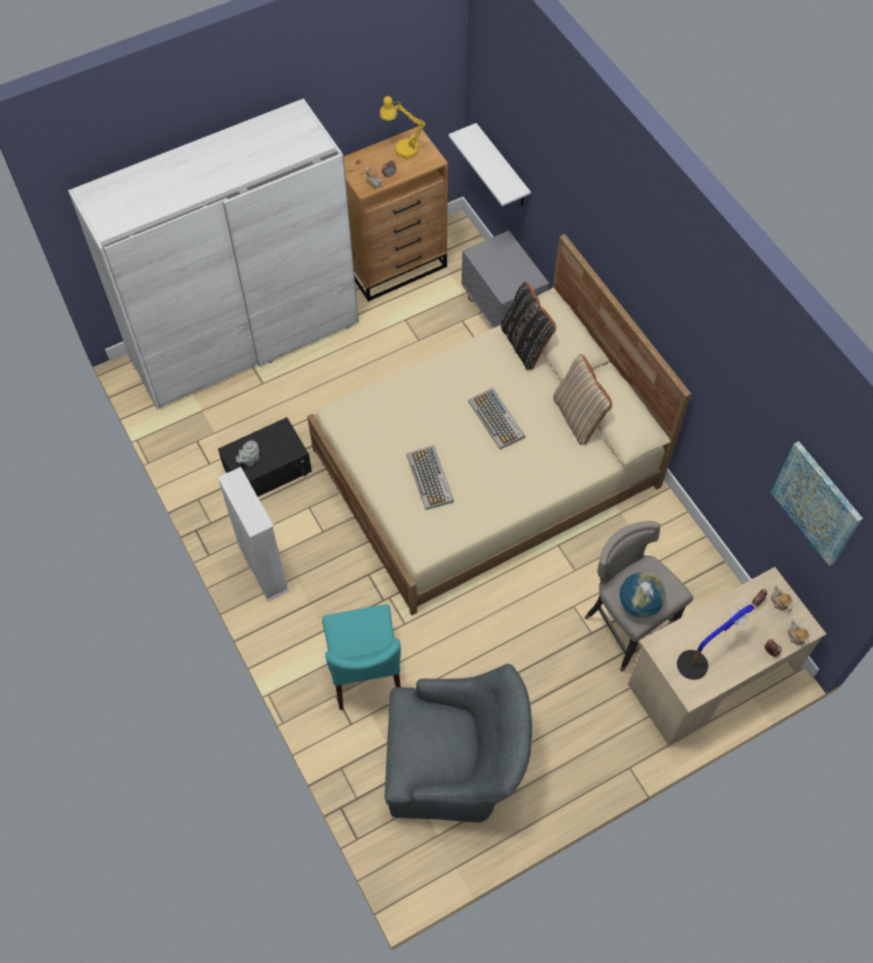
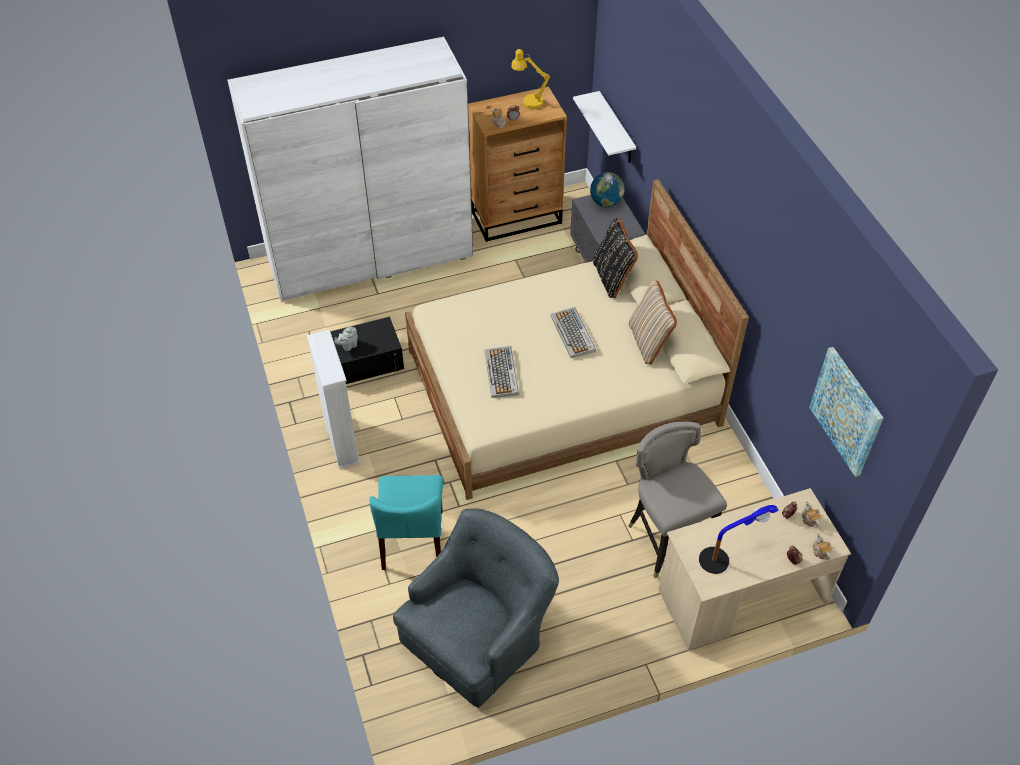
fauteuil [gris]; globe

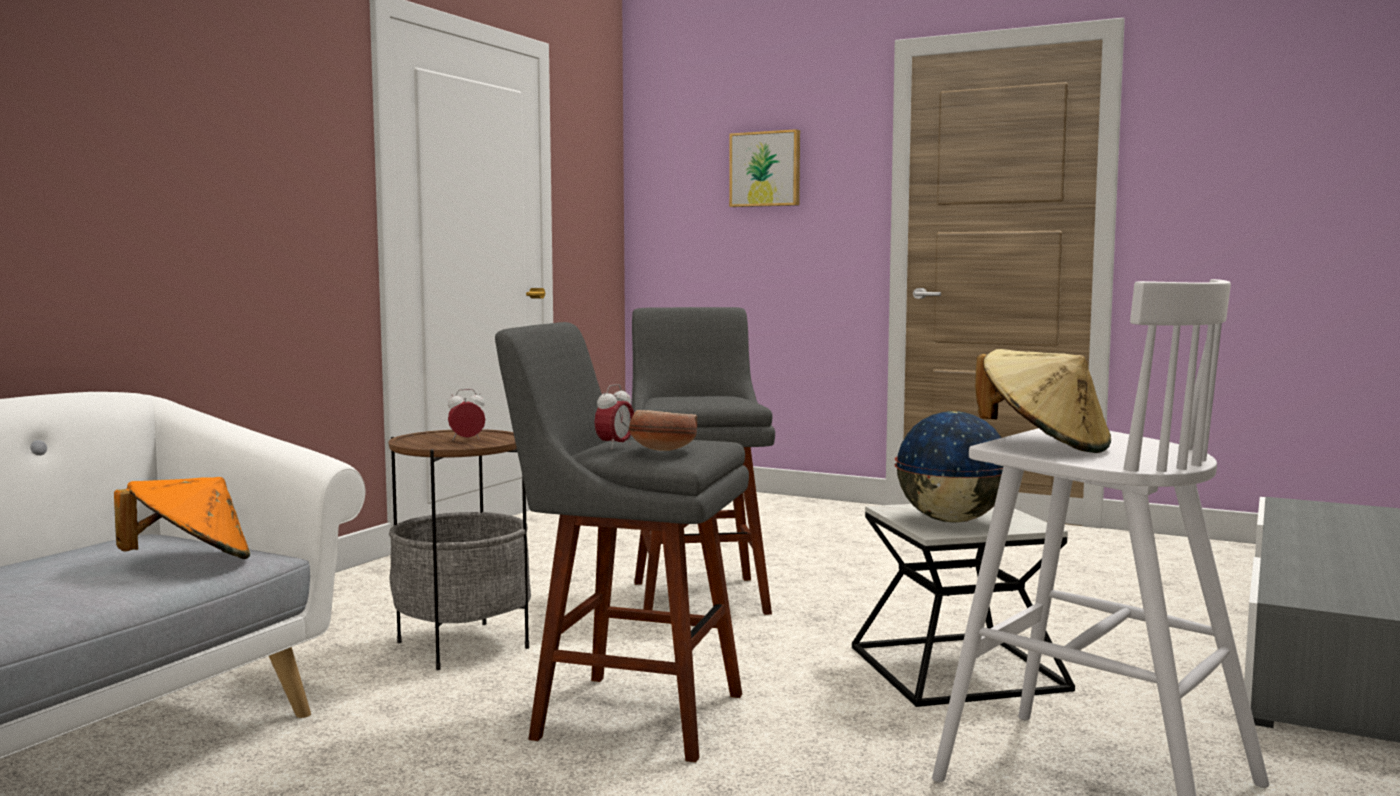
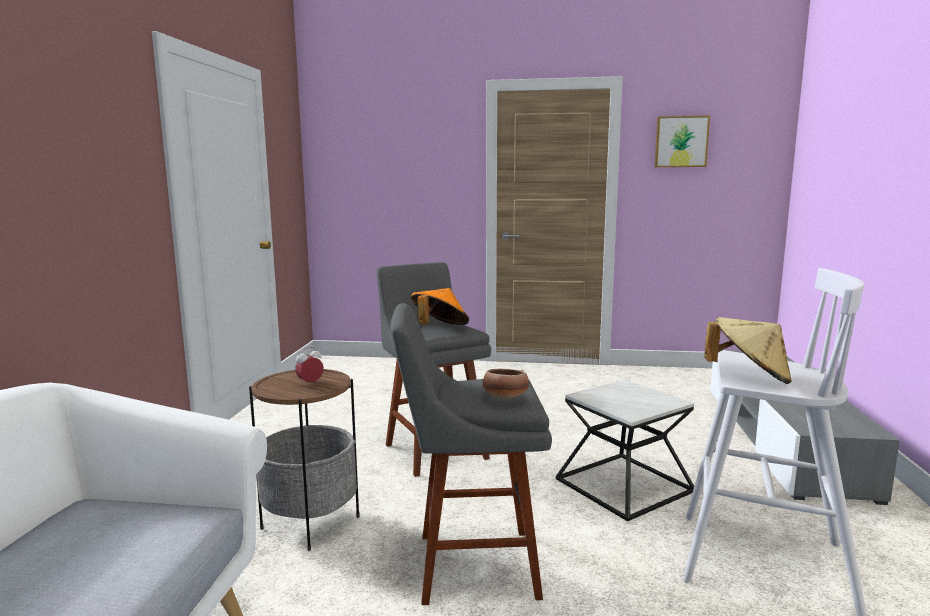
chapeau [orange]; réveil (2nd from left in the first image); tableau; globe

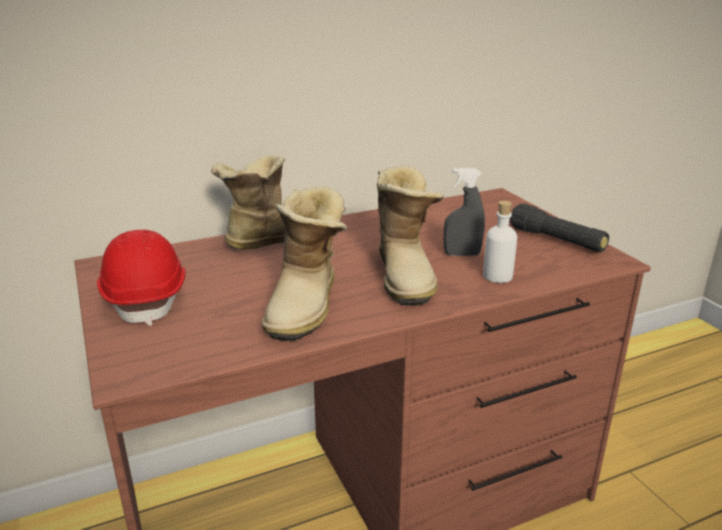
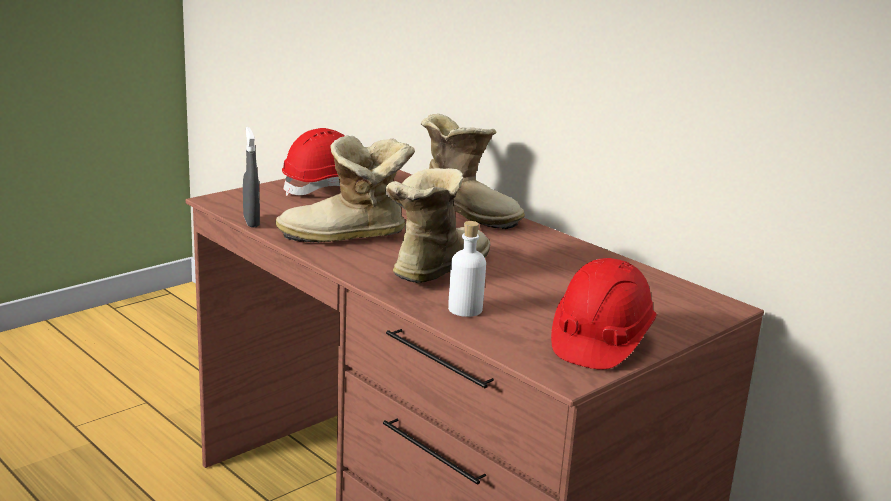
botte (2nd from left); vaporisateur [gris]; casque de chantier [rouge] (2nd from left)

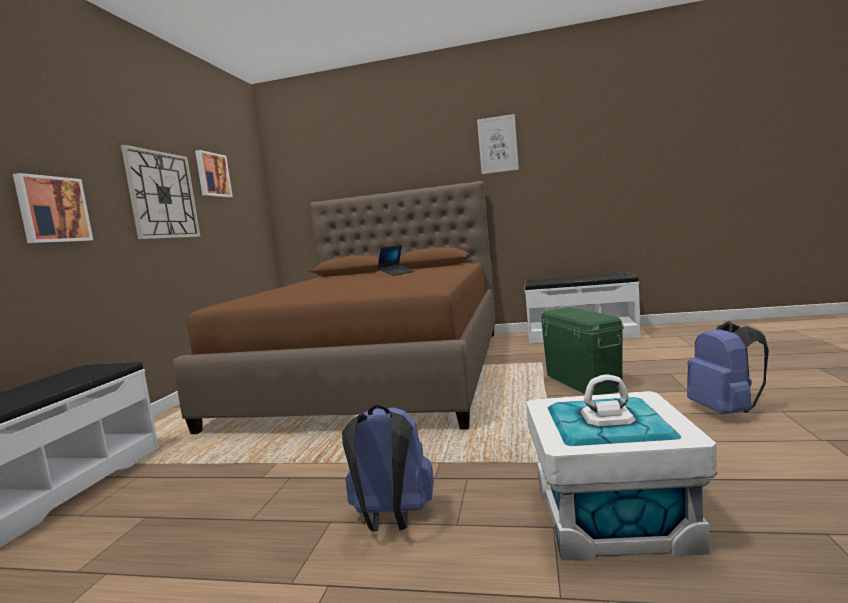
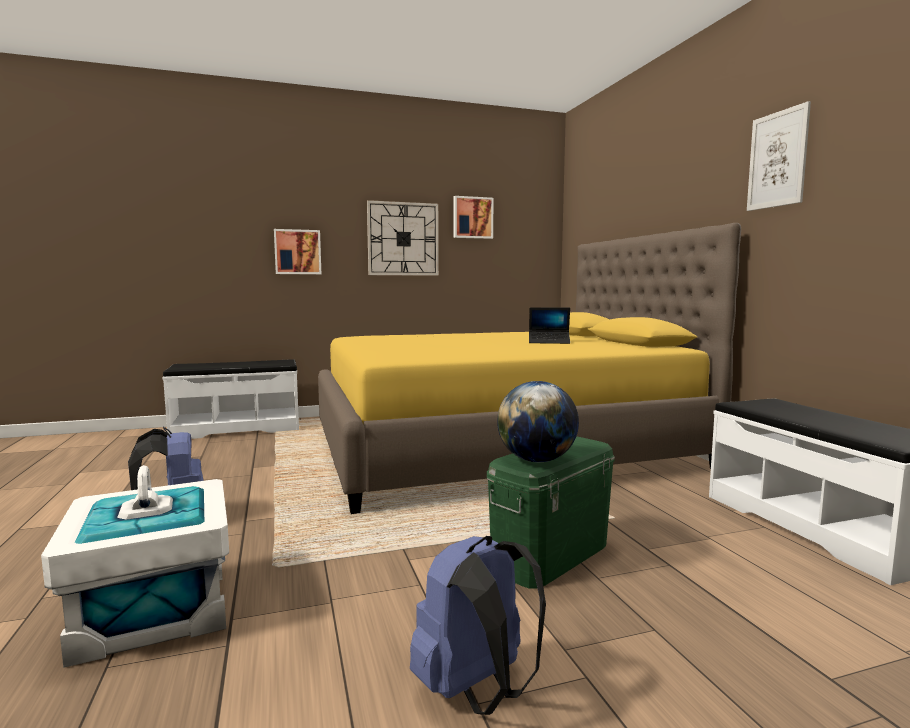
lit [jaune]; globe

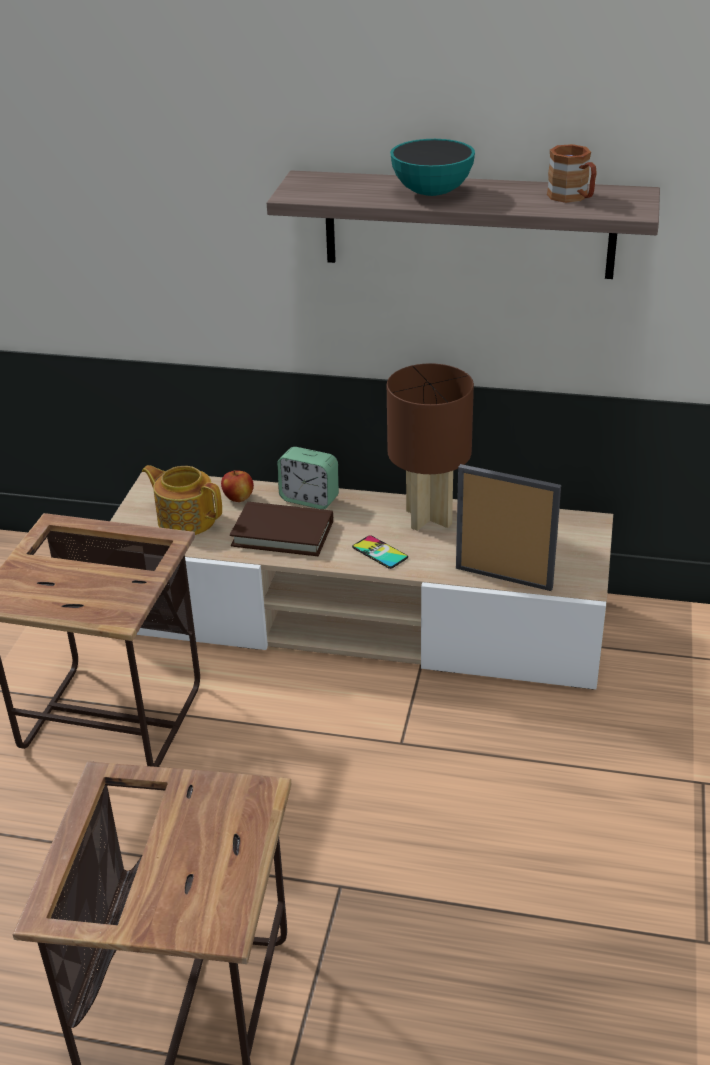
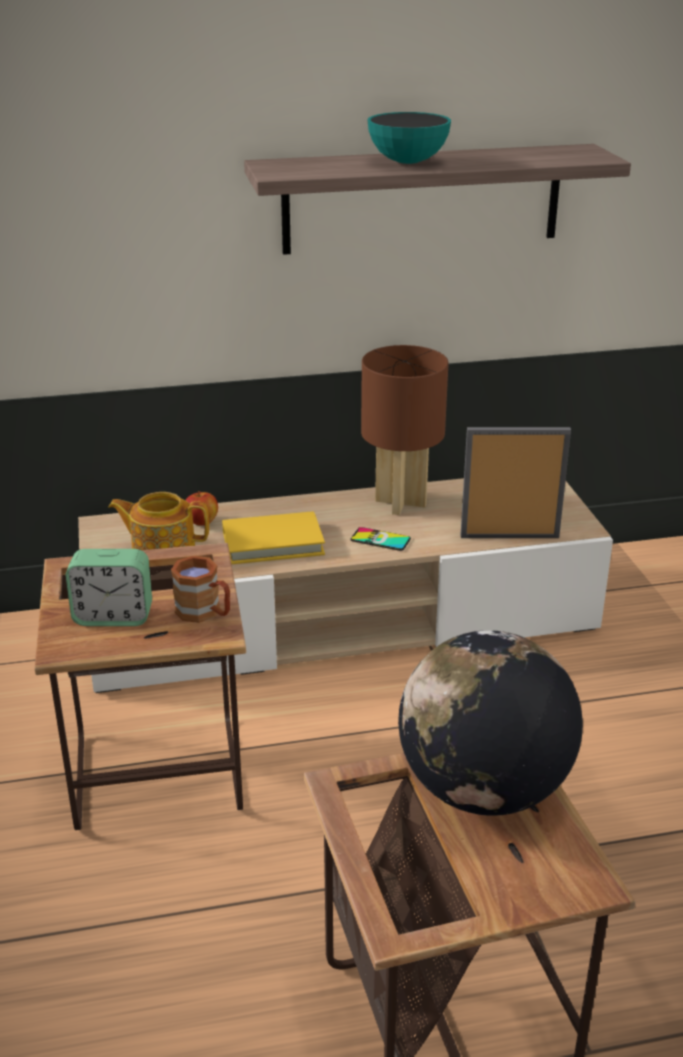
livre [jaune]; réveil; mug [marron]; globe

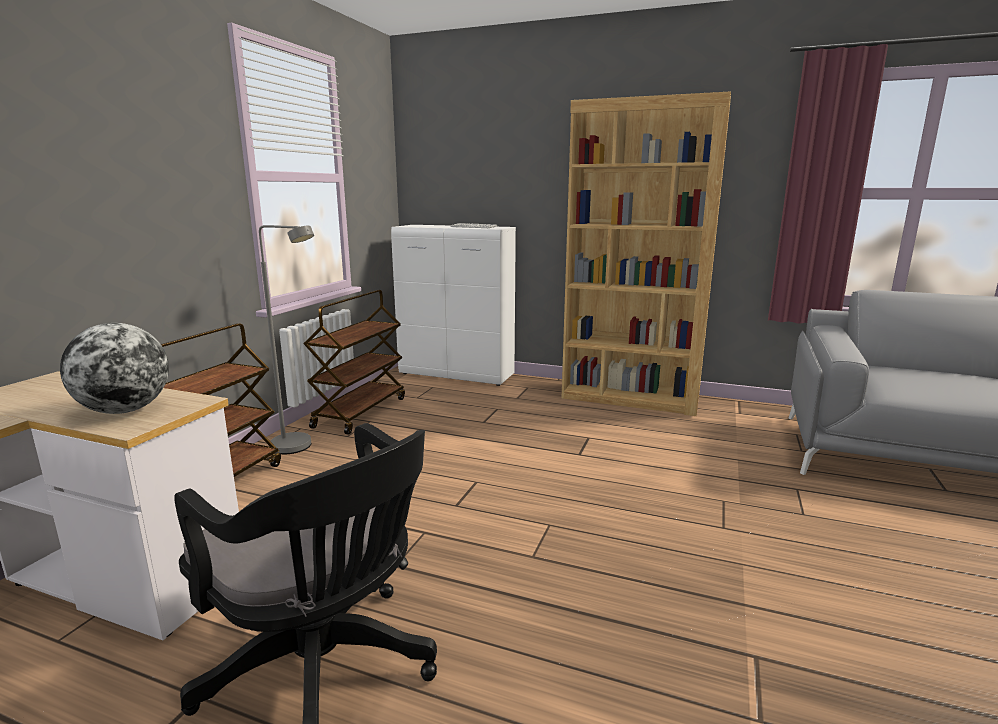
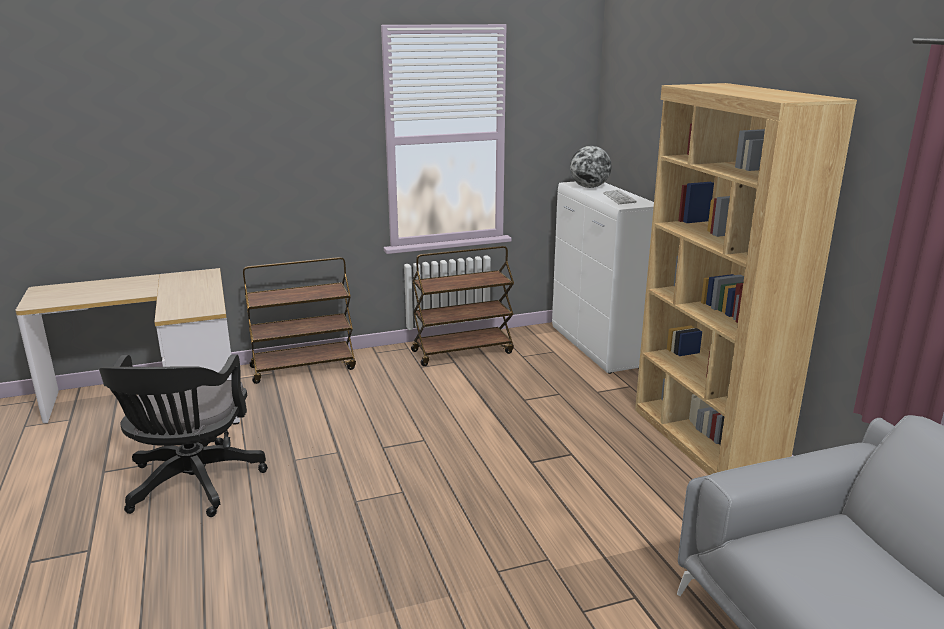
globe; lampadaire [gris]

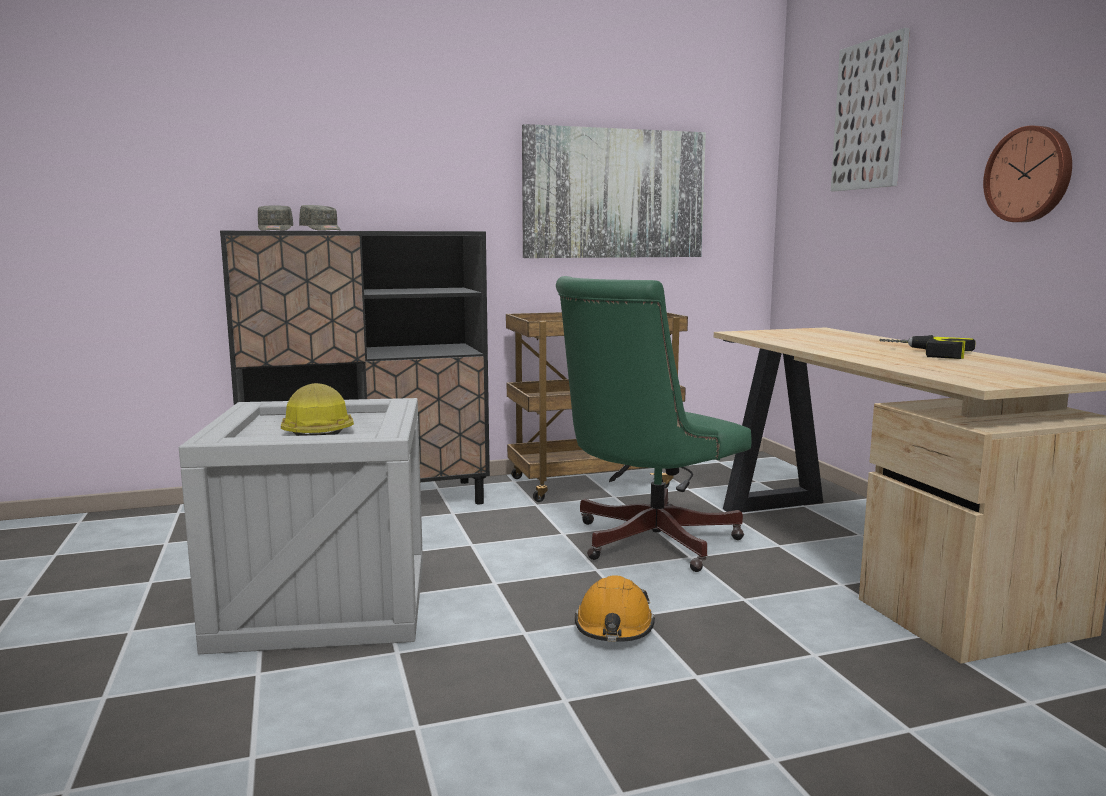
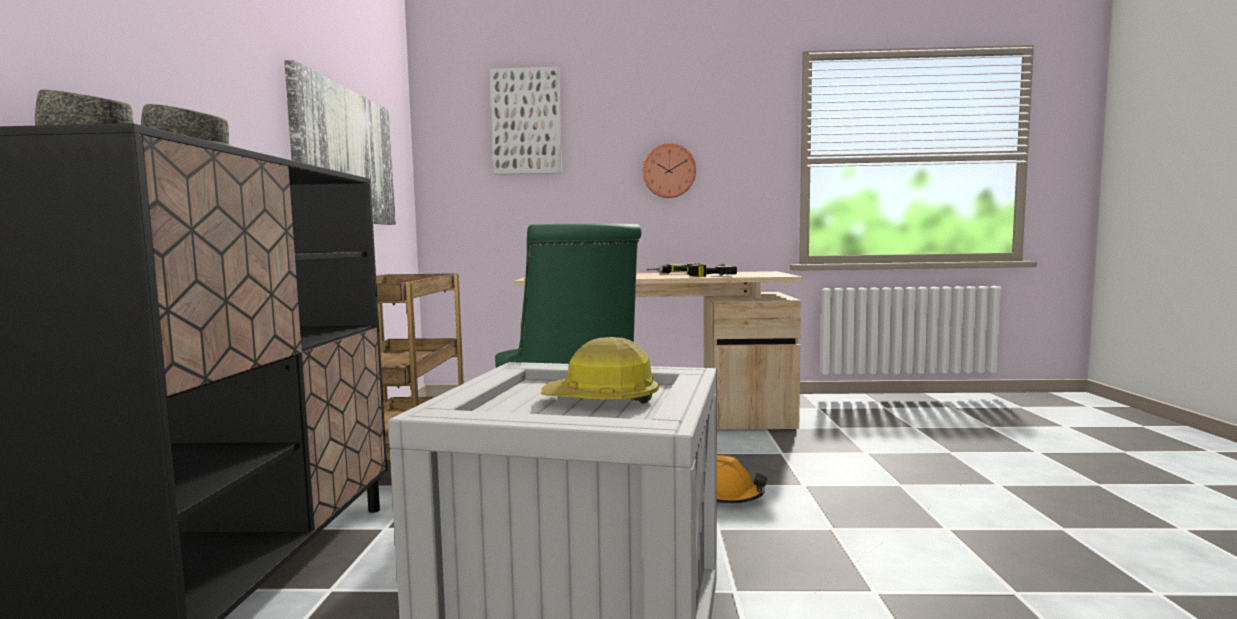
perceuse (2nd from left)

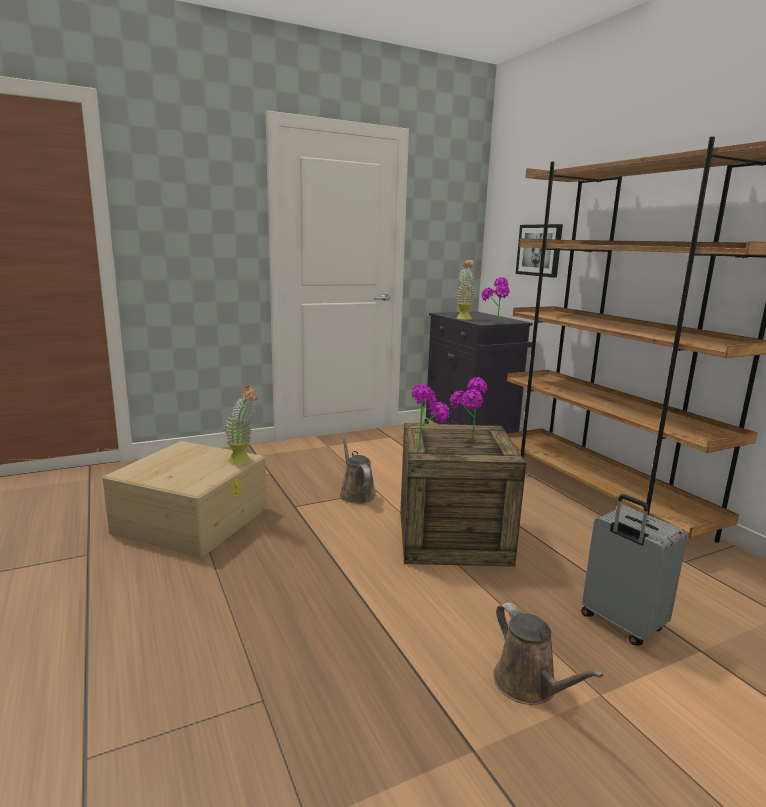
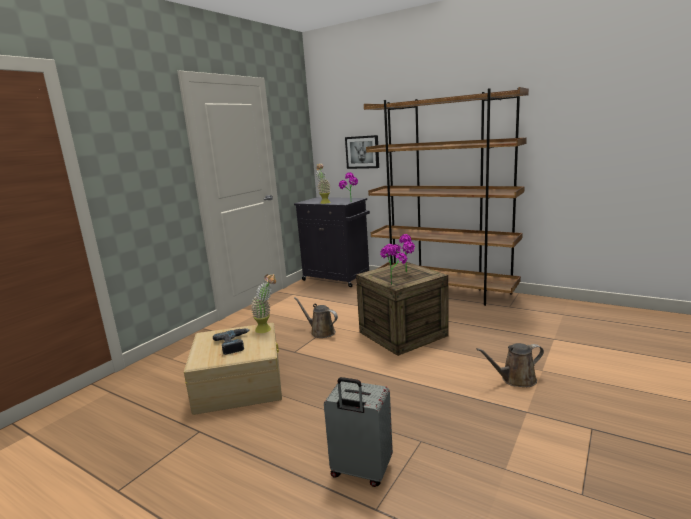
arrosoir [marron] (2nd from left); valise [gris]; perceuse

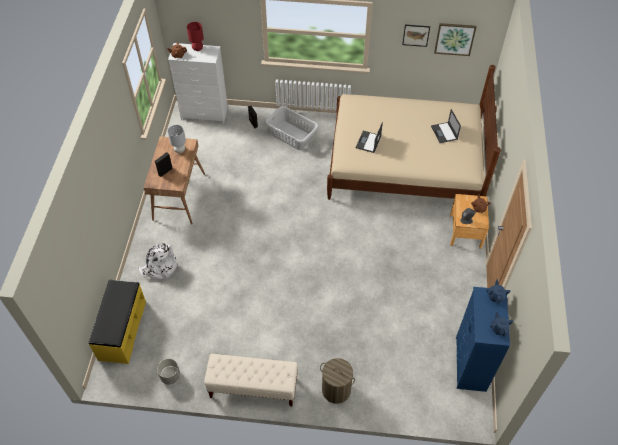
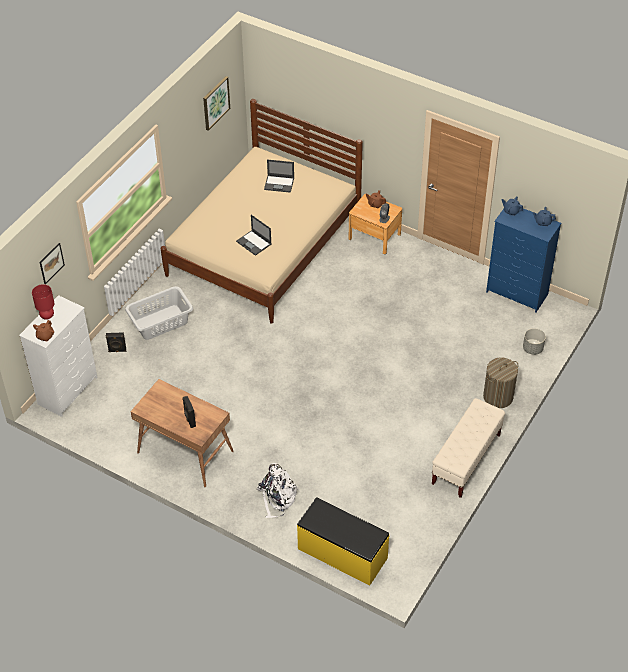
cache-pot [gris]; lampe de table [gris]; tableau (1st from left)

